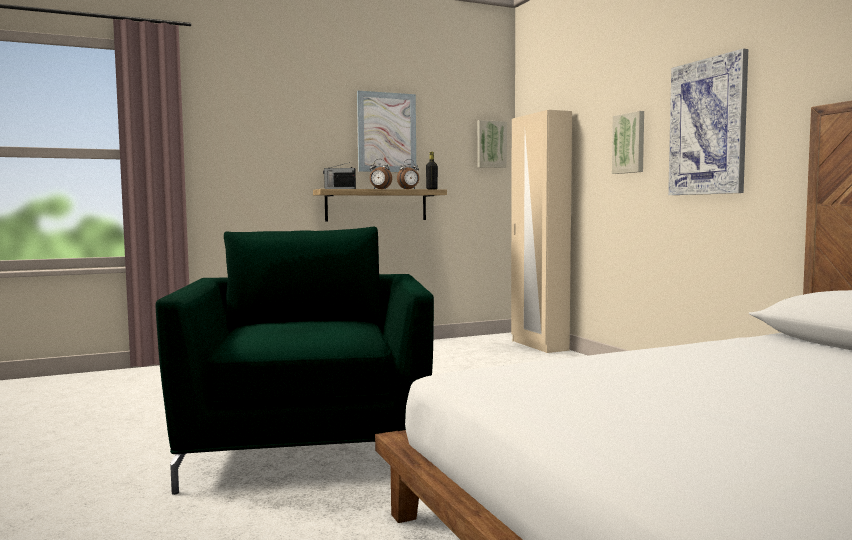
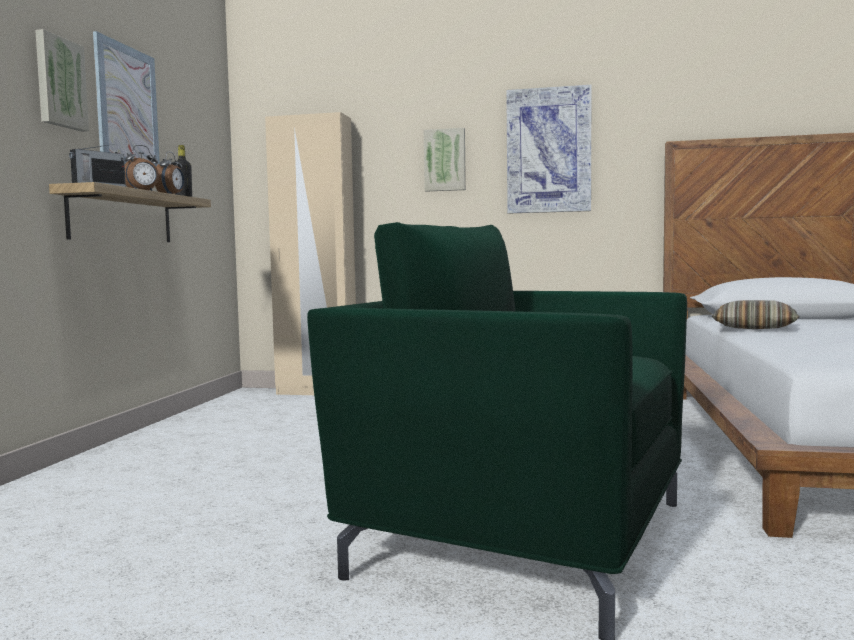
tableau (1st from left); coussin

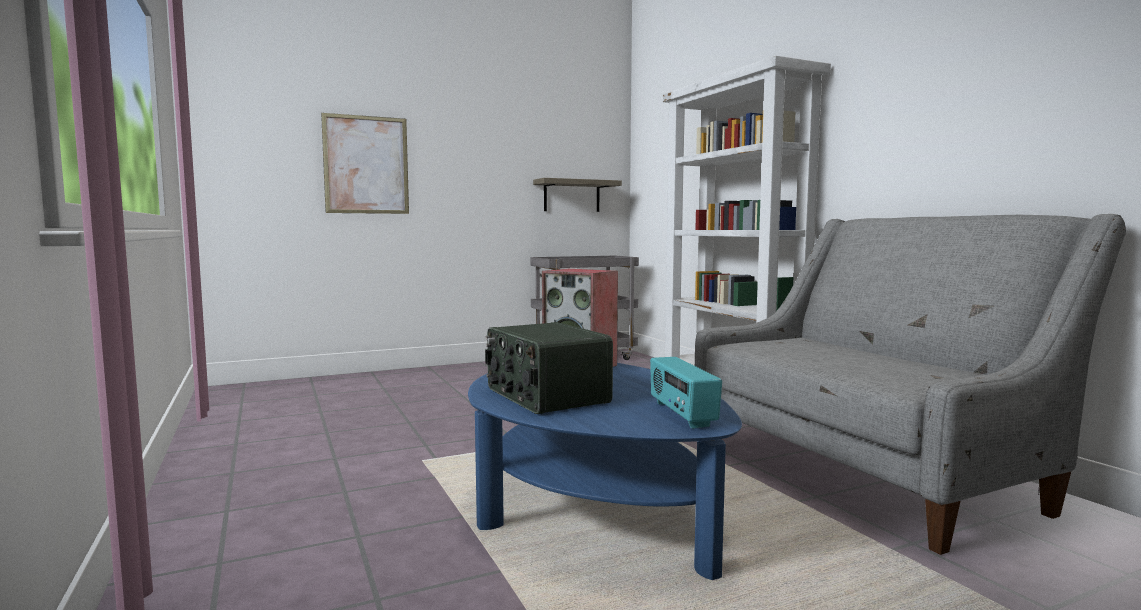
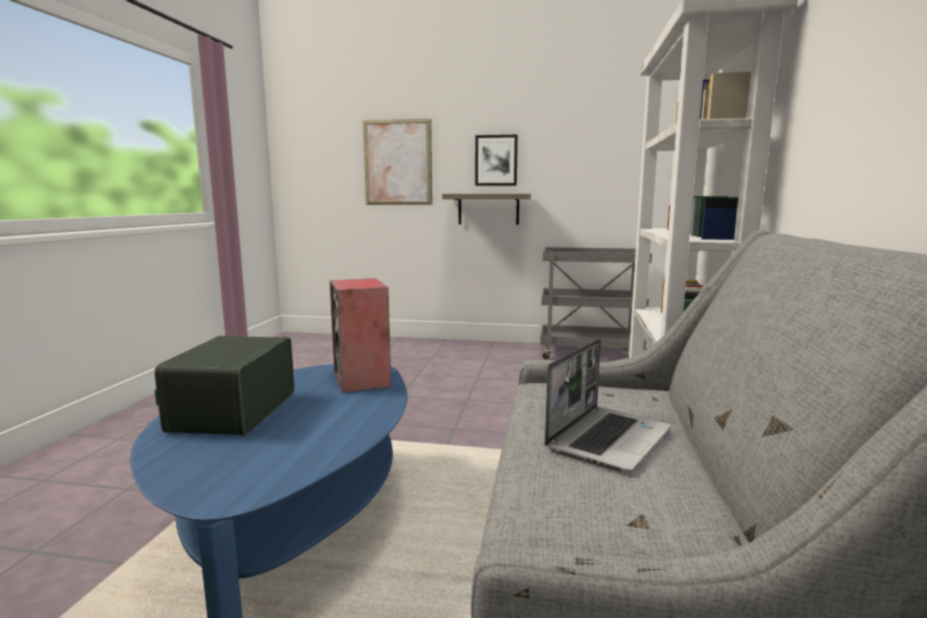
étagère; radio (2nd from left in the first image); tableau (2nd from left); ordinateur portable

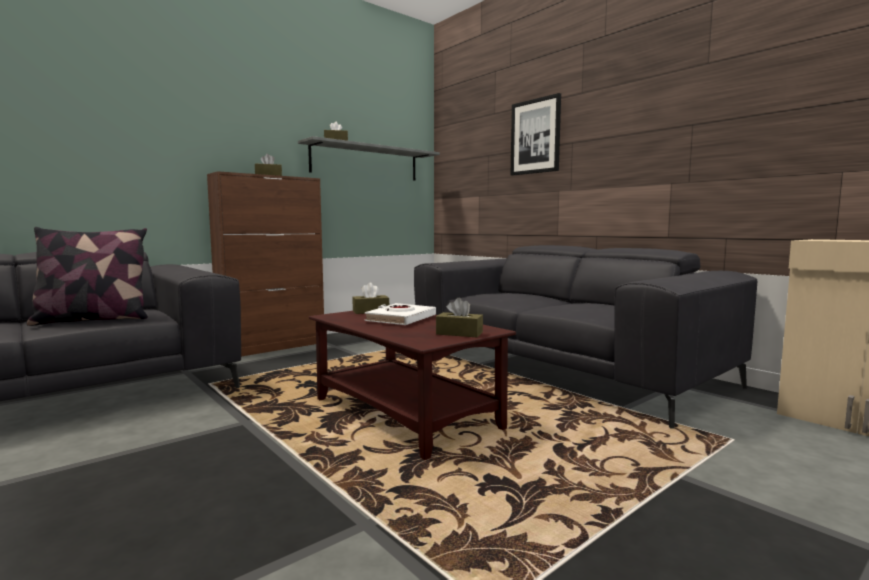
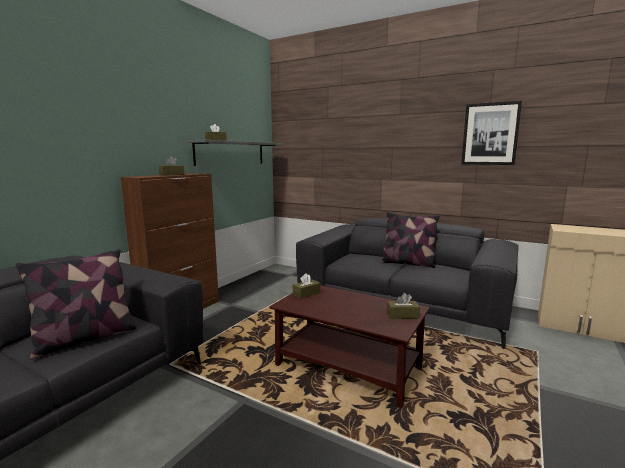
livre [blanc]; tableau; coussin (2nd from left)

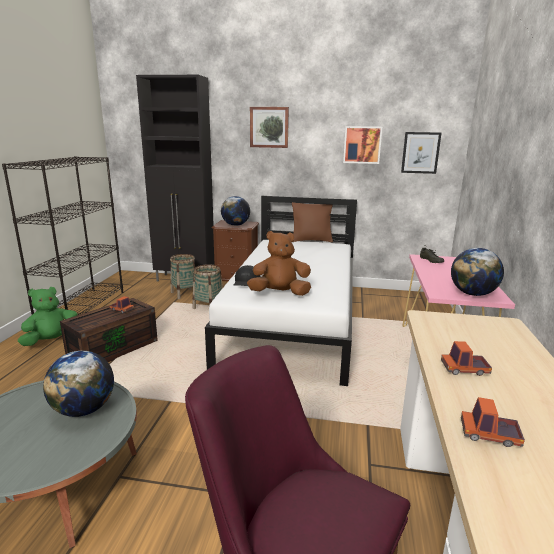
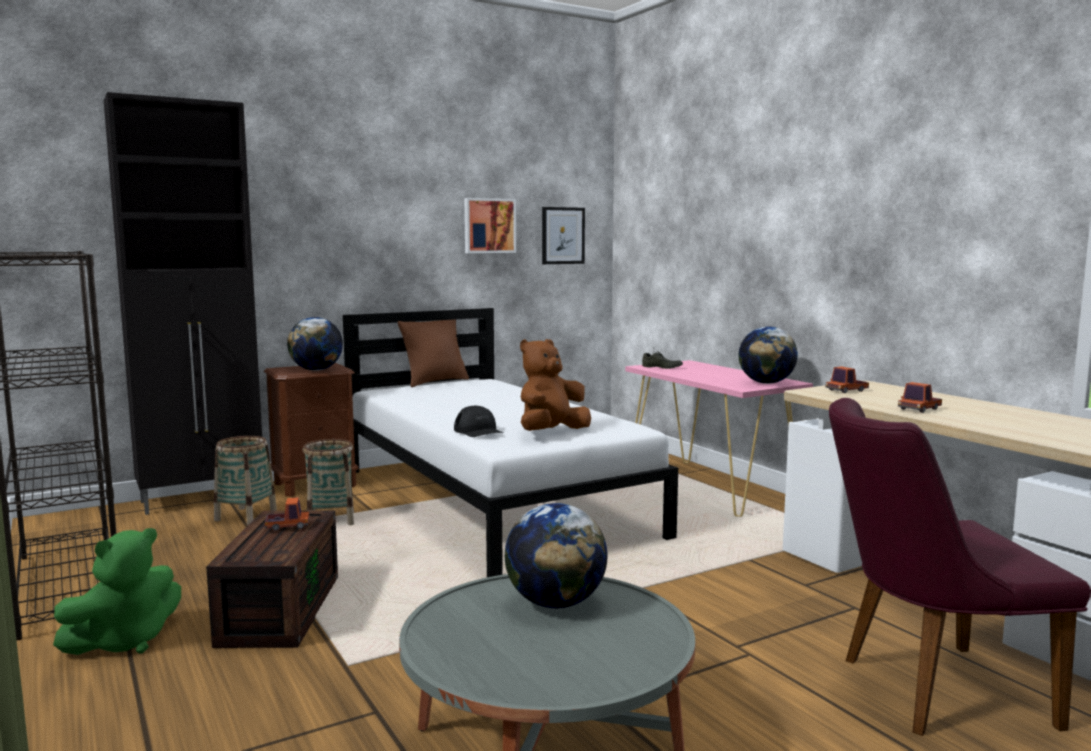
peluche [vert]; tableau (1st from left in the first image); camion jouet (2nd from left)

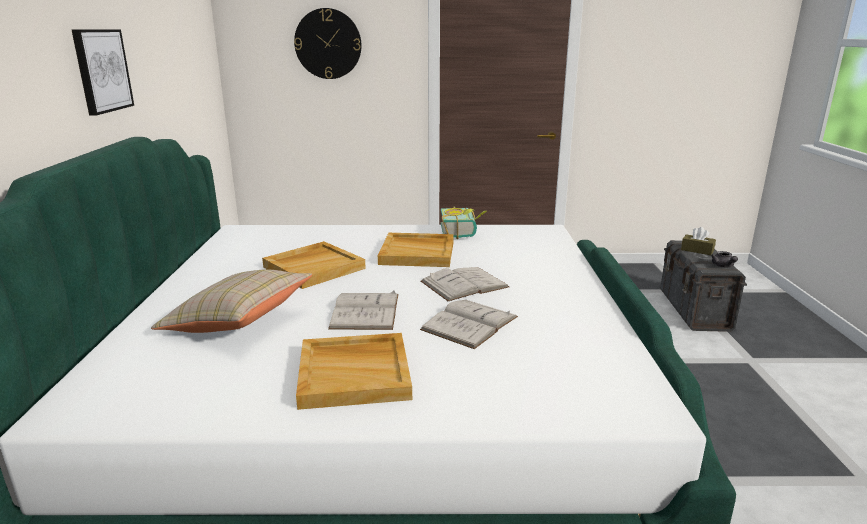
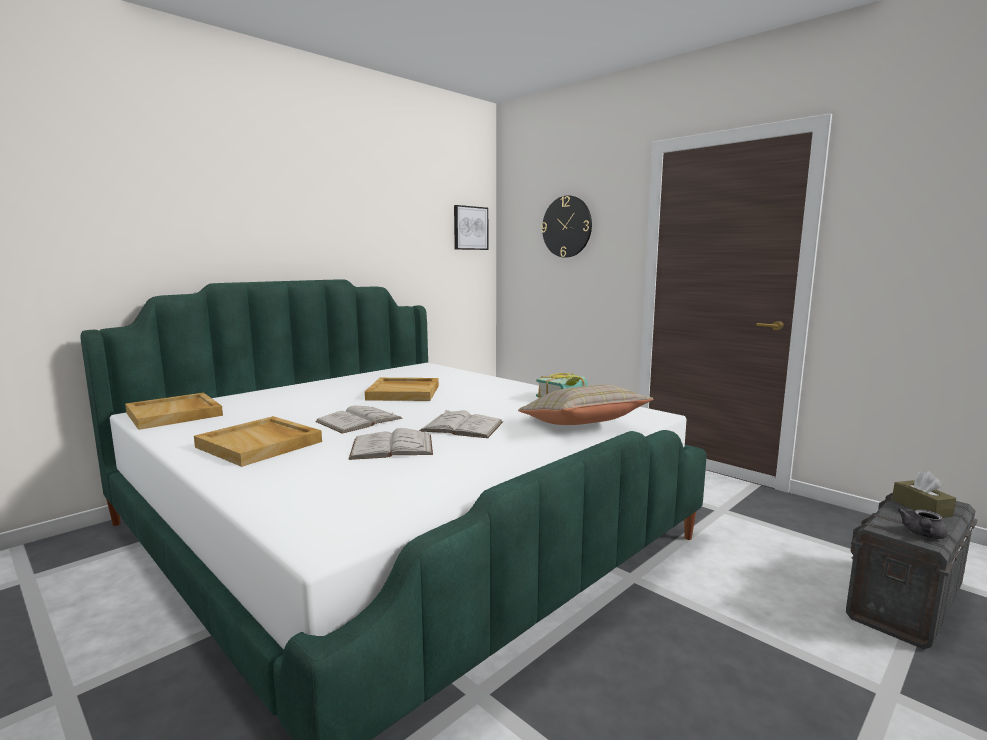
tableau; coussin [beige]; plateau [beige] (1st from left)

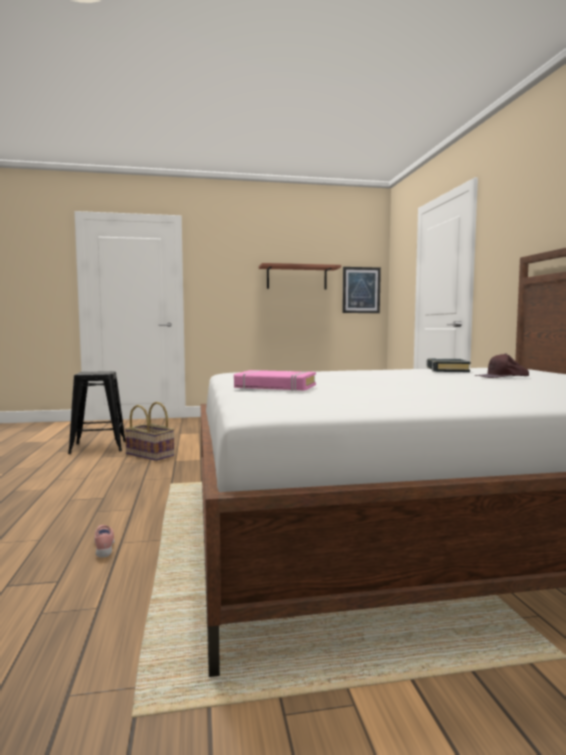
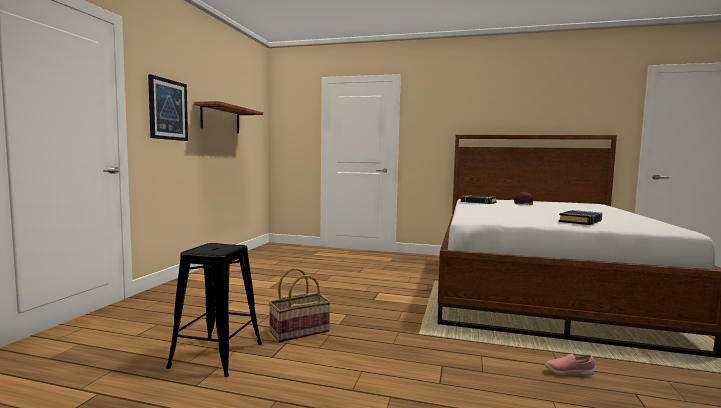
livre [noir] (2nd from left); tableau

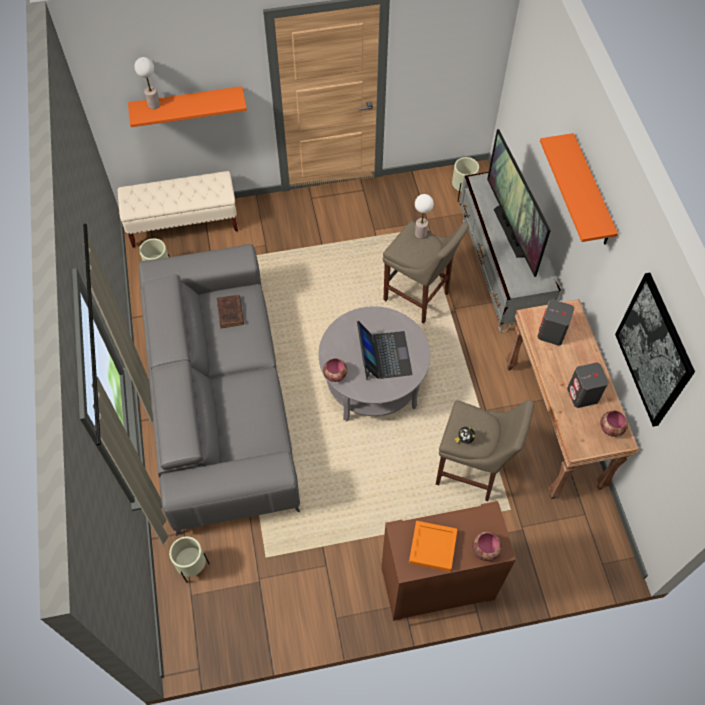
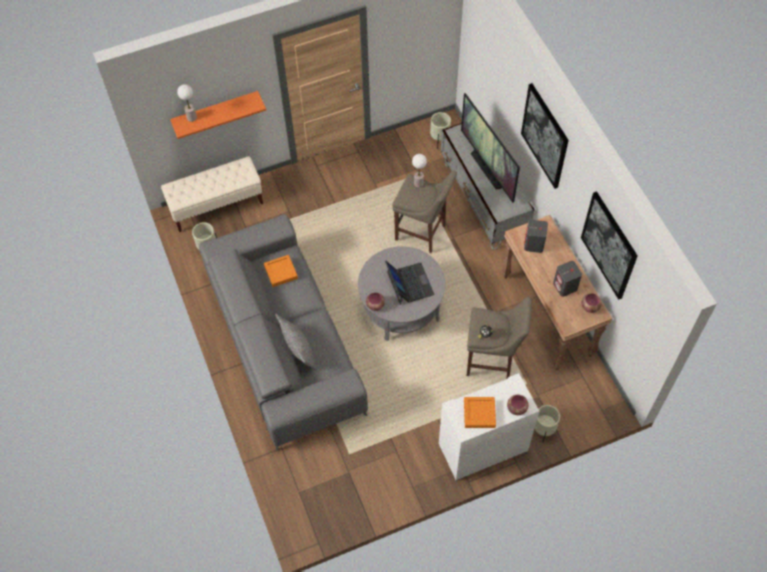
cache-pot [beige] (3rd from left); plateau [orange] (1st from left); meuble de rangement [blanc]; tableau (1st from left); coussin [gris]

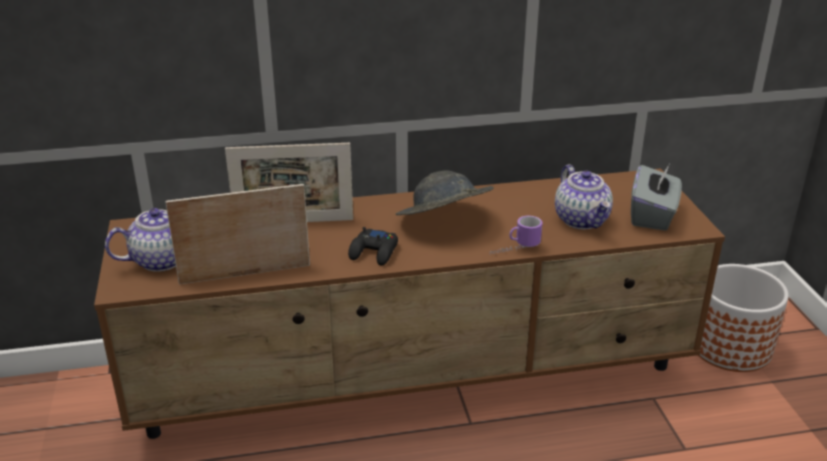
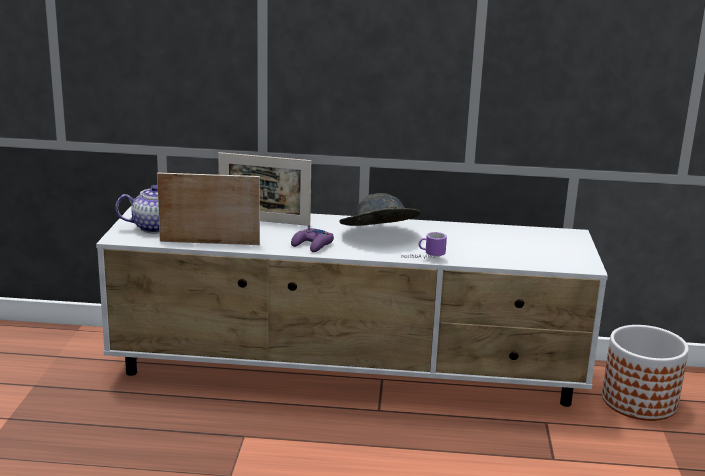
meuble télé [blanc]; manette [violet]; théière (2nd from left in the first image); boîte à mouchoirs [gris]

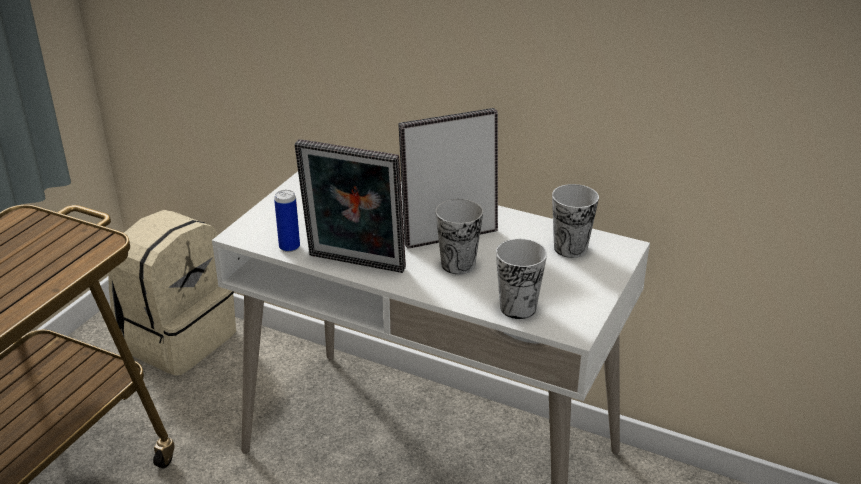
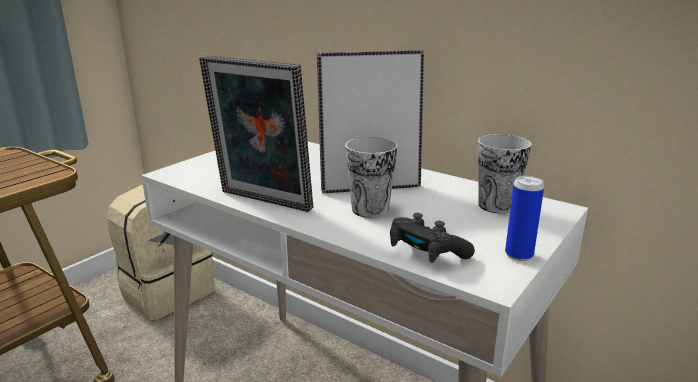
boîte métallique; manette [noir]

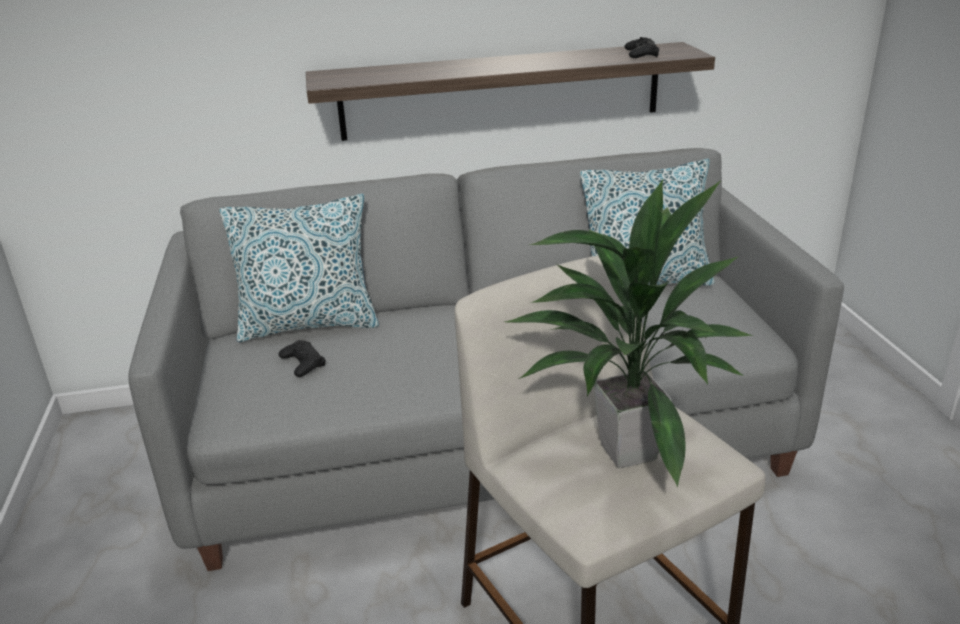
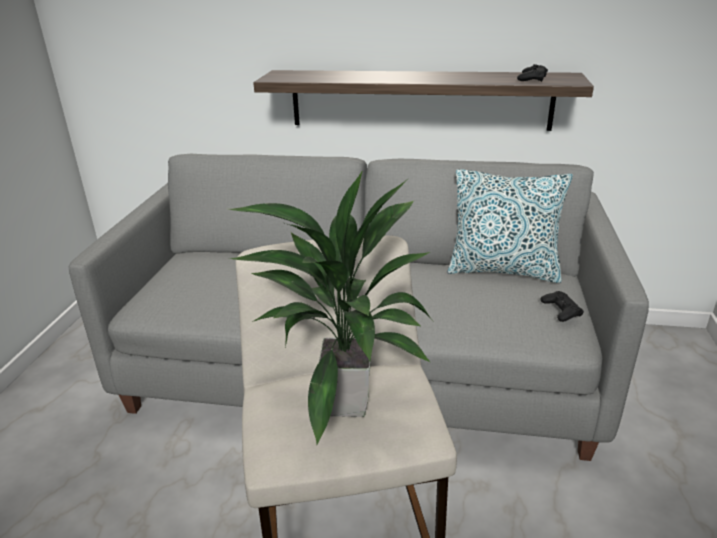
coussin (1st from left in the first image); manette [noir] (2nd from left)

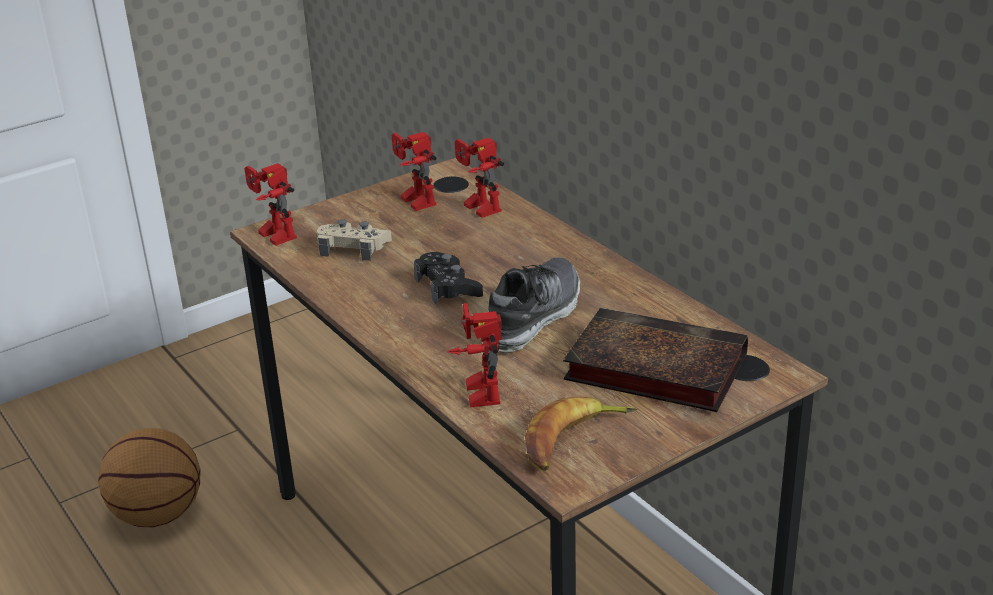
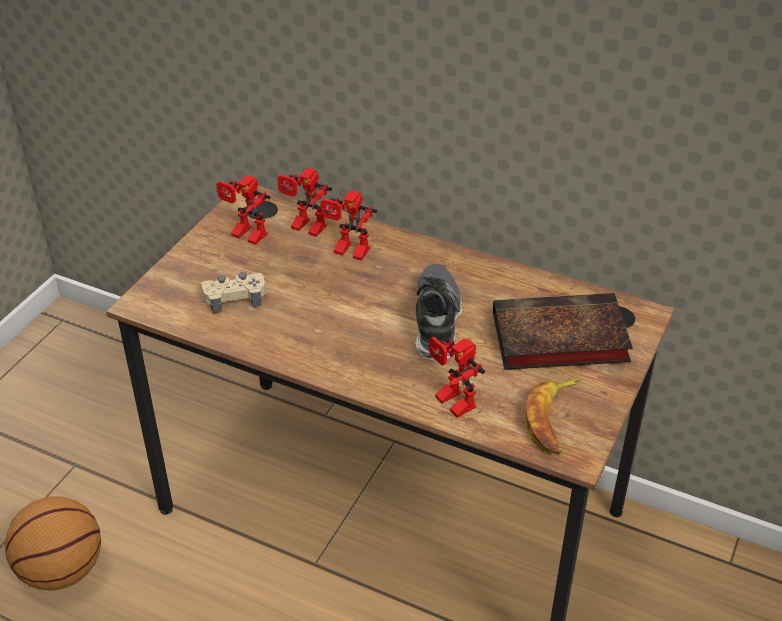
robot jouet (3rd from left); manette [noir]

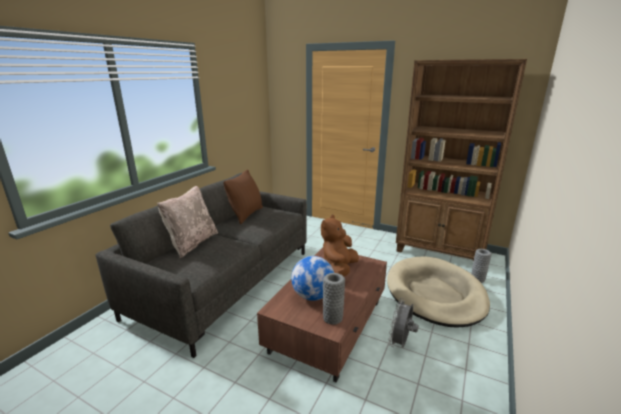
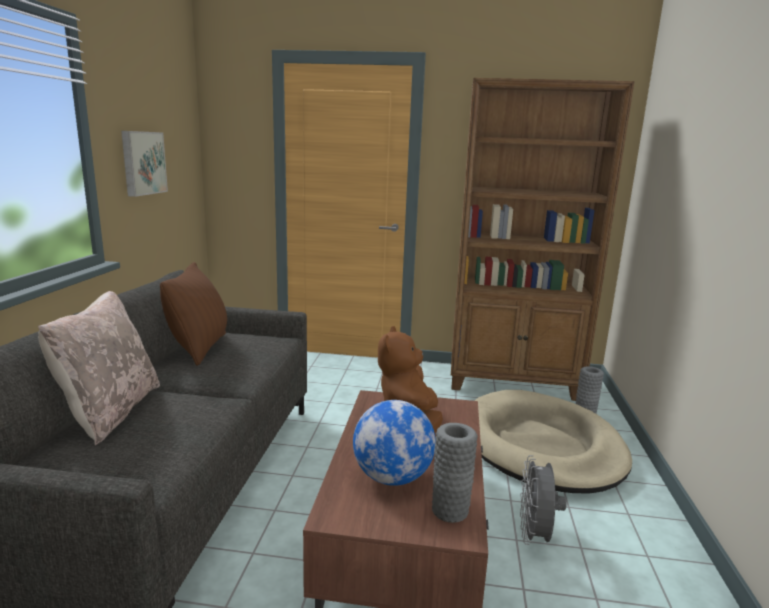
tableau

